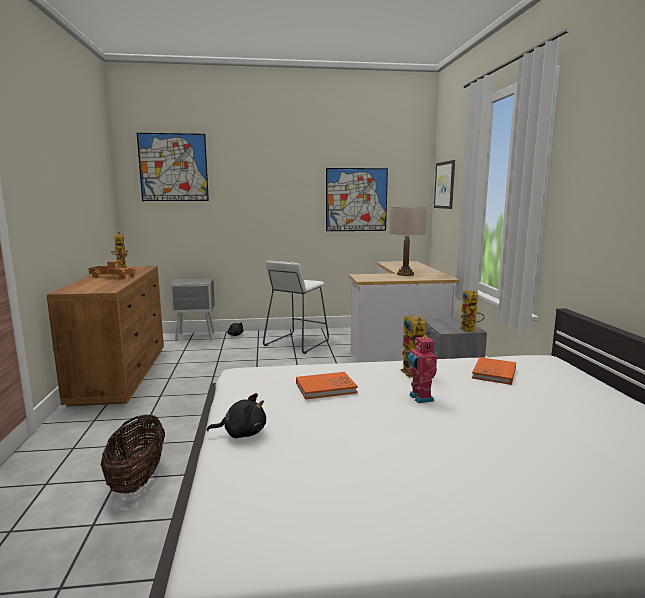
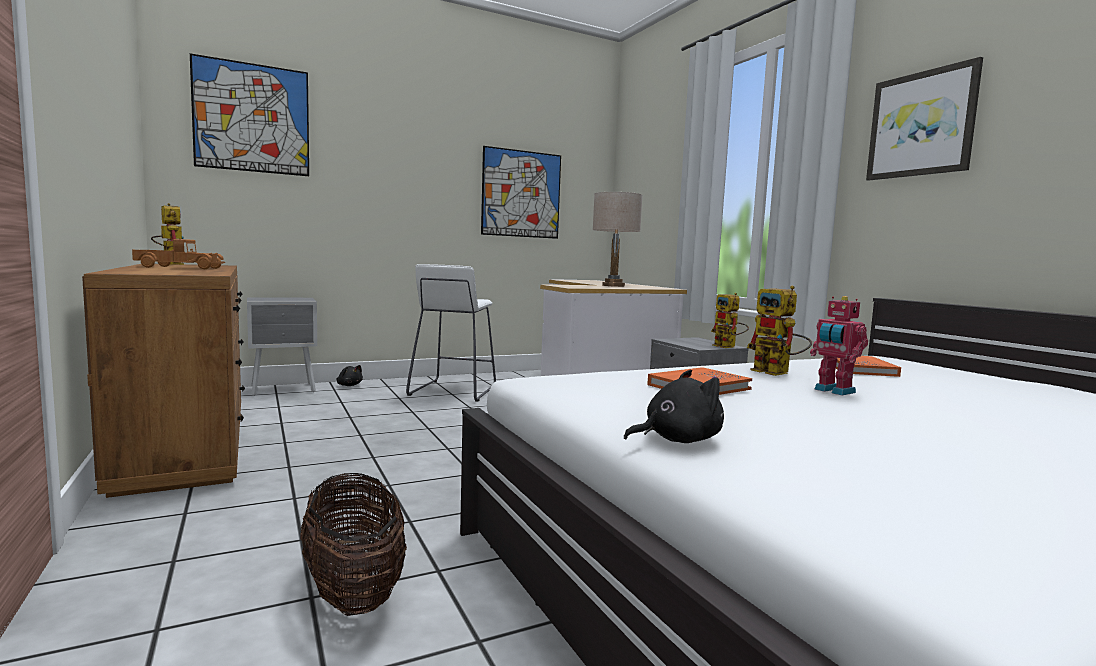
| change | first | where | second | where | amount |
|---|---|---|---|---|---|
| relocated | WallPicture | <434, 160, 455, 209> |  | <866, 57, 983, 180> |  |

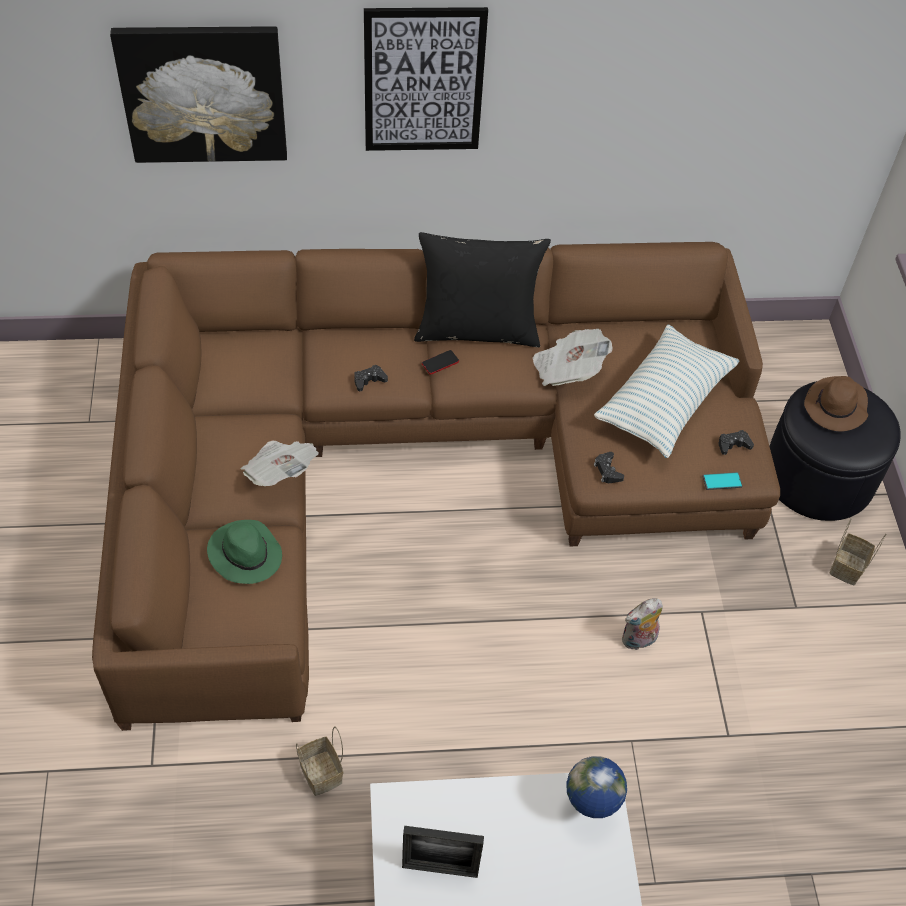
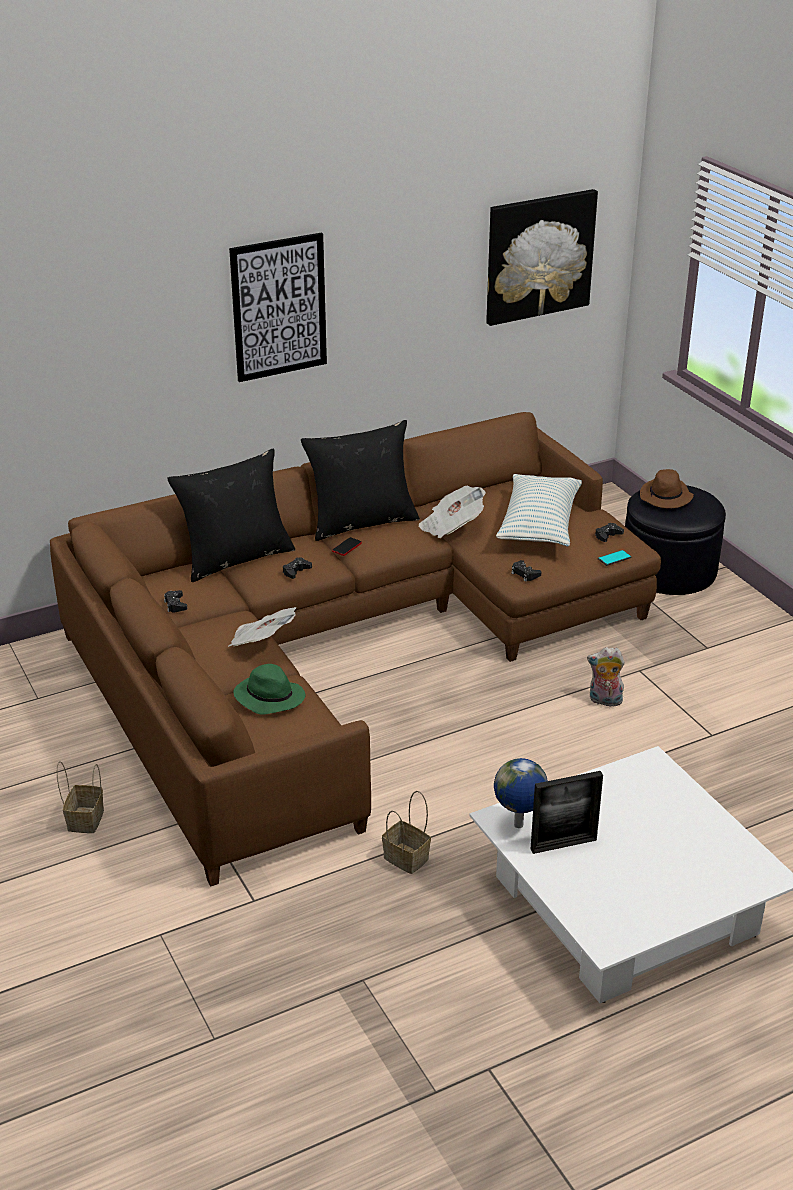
| change | first | where | second | where | amount |
|---|---|---|---|---|---|
| relocated | HouseholdBasket | <830, 518, 886, 586> |  | <57, 761, 104, 833> |  |
| appeared |  |  | BlackishGamepad | <164, 590, 187, 612> |  |
| appeared |  |  | BlackishCushion | <167, 449, 296, 582> |  |
| relocated | WallPicture | <110, 26, 287, 163> |  | <486, 189, 598, 326> |  |
| relocated | DeskGlobe | <566, 756, 627, 818> |  | <494, 758, 548, 828> |  |
| spun | PlushToy | <622, 598, 663, 650> |  | <587, 647, 625, 706> | 60 degrees clockwise |

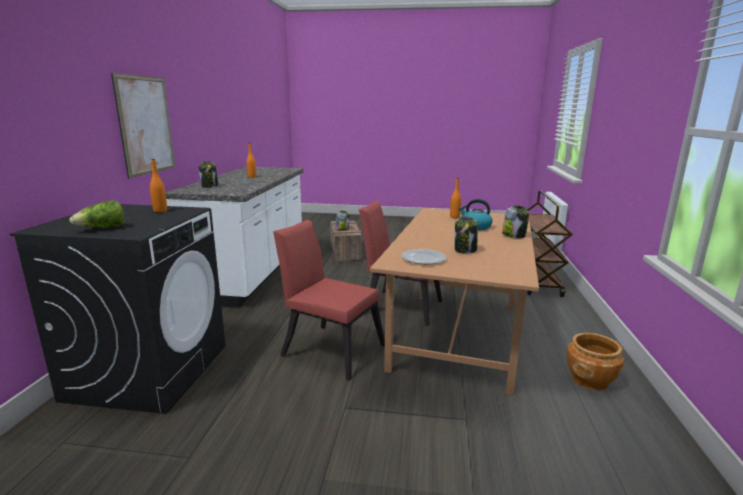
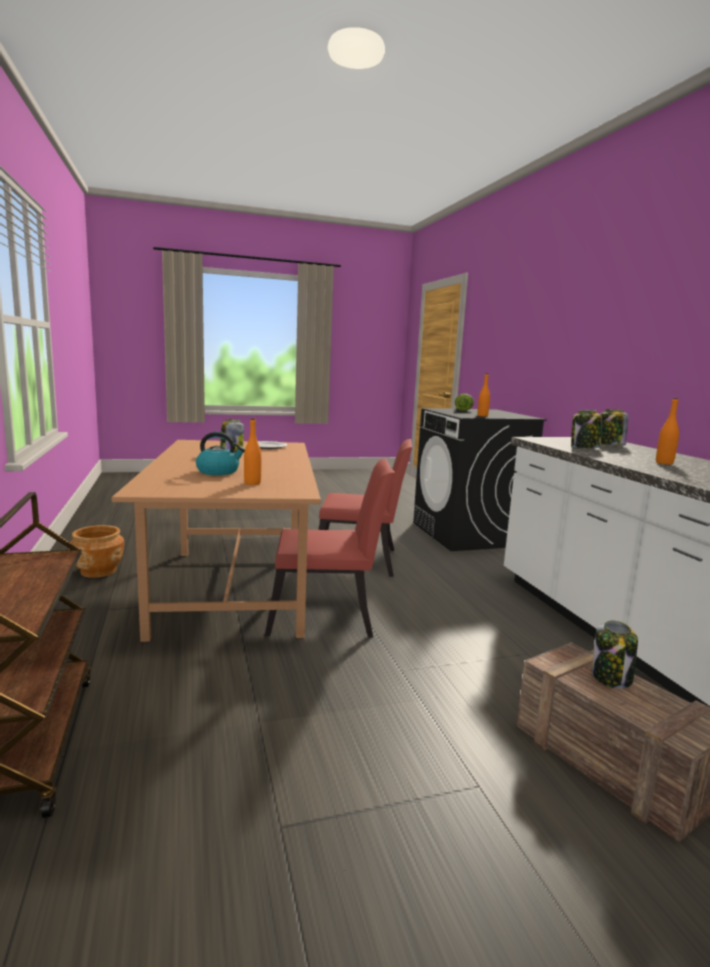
| change | first | where | second | where | amount |
|---|---|---|---|---|---|
| relocated | StorageJar | <502, 205, 530, 238> |  | <571, 410, 602, 448> |  |
| missing | WallPicture | <111, 73, 175, 178> |  |  |  |

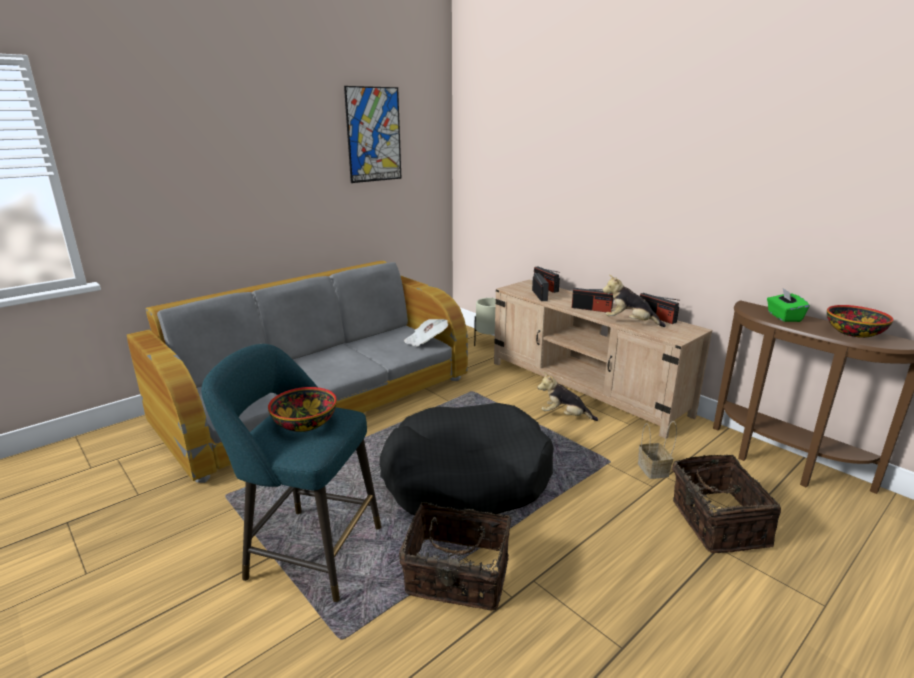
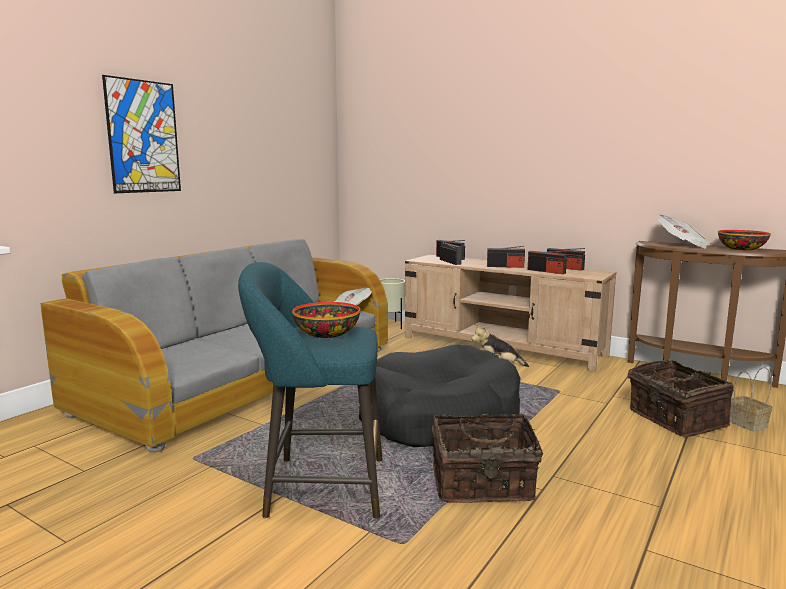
| change | first | where | second | where | amount |
|---|---|---|---|---|---|
| relocated | WallPicture | <344, 86, 401, 183> |  | <102, 75, 181, 193> |  |
| exchanged | PlushToy | <602, 274, 666, 327> | Radio | <528, 251, 567, 274> |  |
| exchanged | GreenColouredBoxOfTissues | <767, 288, 809, 322> | Newspaper | <658, 214, 710, 249> |  |
| relocated | HouseholdBasket | <638, 421, 677, 479> |  | <730, 367, 772, 432> |  |

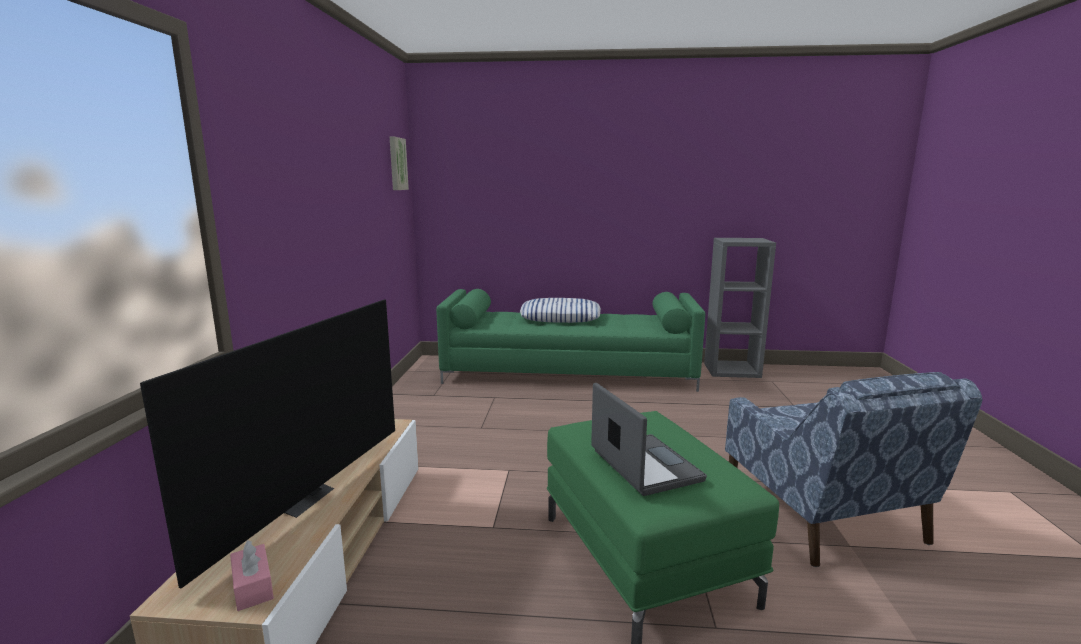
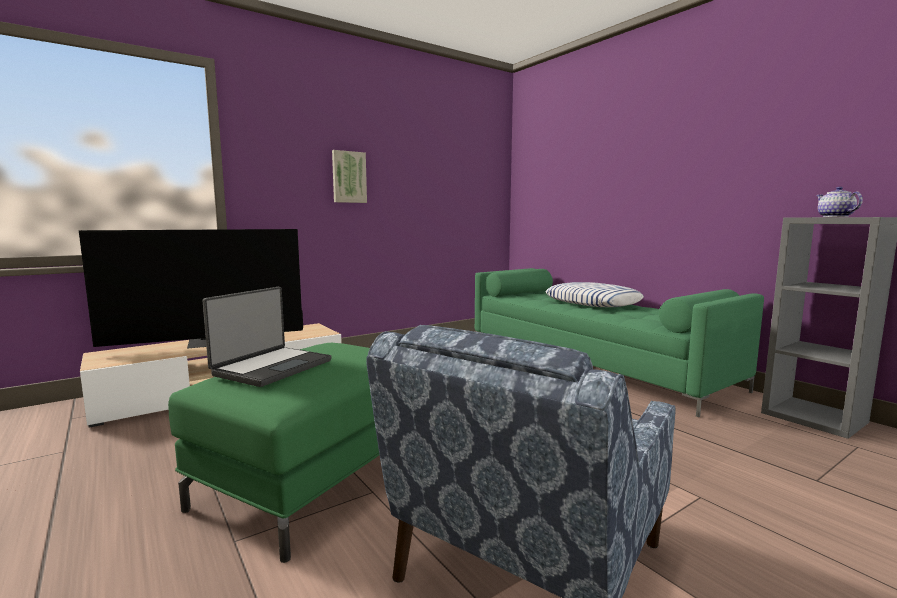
| change | first | where | second | where | amount |
|---|---|---|---|---|---|
| relocated | WallPicture | <390, 137, 409, 190> |  | <332, 150, 367, 203> |  |
| appeared |  |  | Teapot | <816, 187, 863, 217> |  |
| missing | PinkBoxOfTissues | <230, 540, 274, 611> |  |  |  |

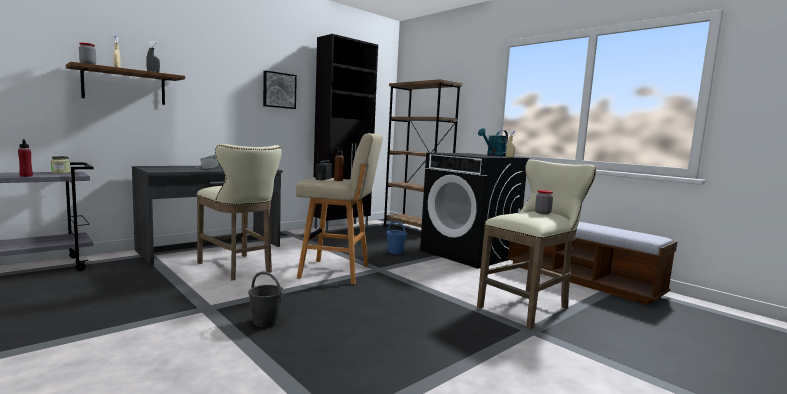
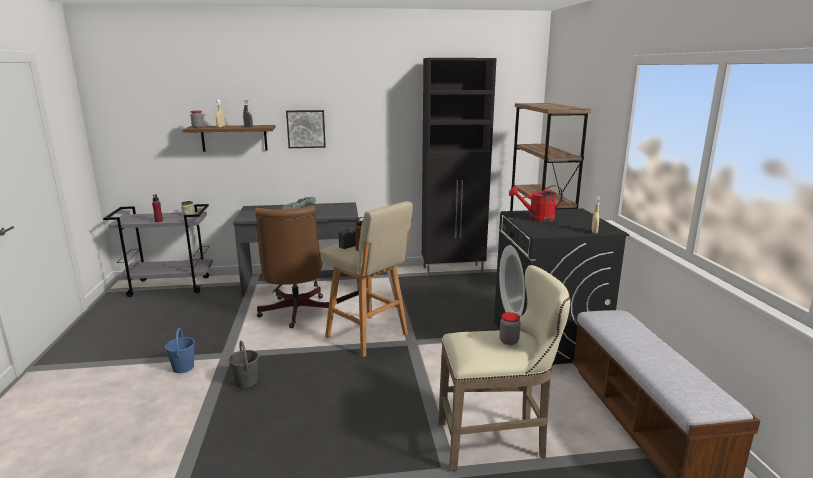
| change | first | where | second | where | amount |
|---|---|---|---|---|---|
| relocated | BlueColouredPail | <386, 221, 407, 254> |  | <165, 328, 195, 373> |  |
| exchanged | SandColouredStoolSeat | <197, 144, 282, 280> | BrownColouredDeskChair | <255, 206, 329, 328> |  |
| relocated | WallPicture | <263, 70, 297, 109> |  | <286, 110, 326, 148> |  |
| appeared |  |  | RedColouredWateringCan | <509, 185, 563, 222> |  |
| missing | TurquoiseWateringCan | <478, 128, 508, 157> |  |  |  |

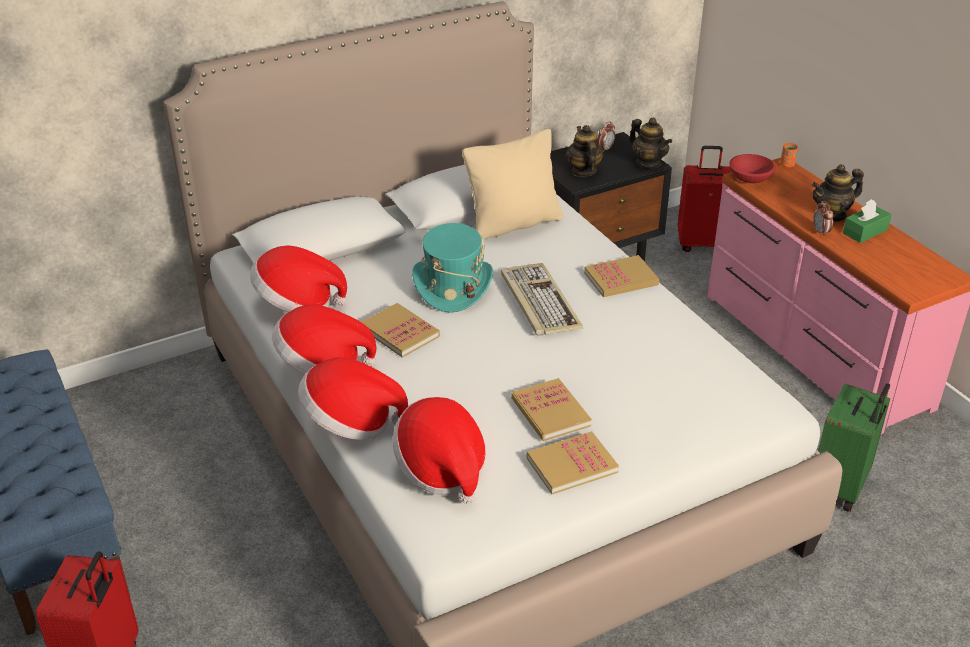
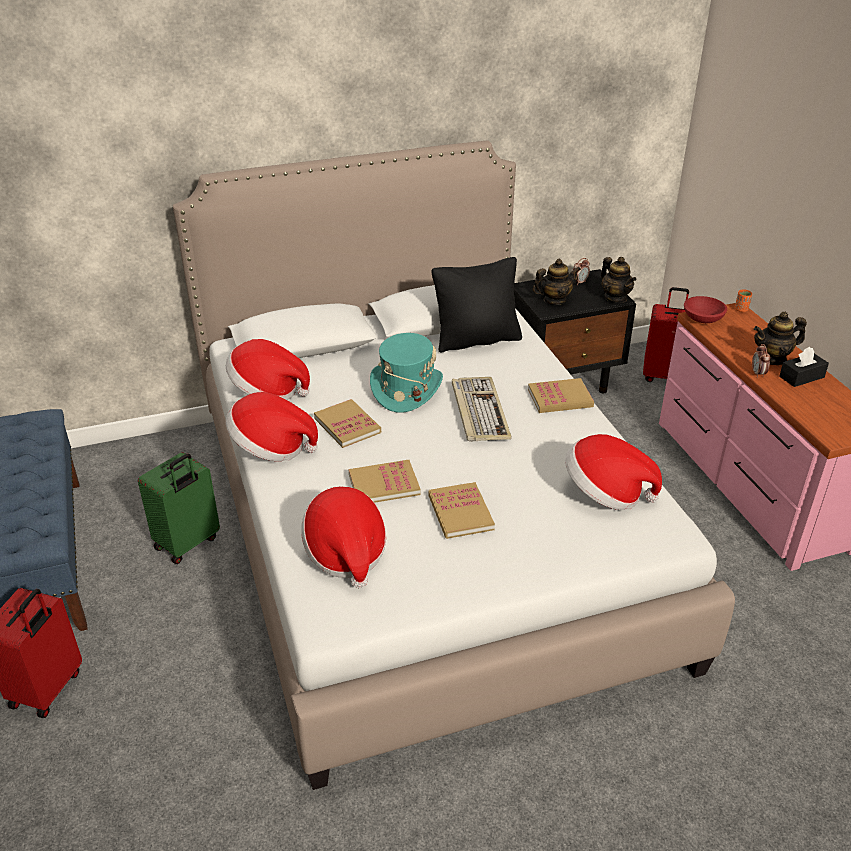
| change | first | where | second | where | amount |
|---|---|---|---|---|---|
| relocated | GreenColouredPieceOfLuggage | <819, 383, 890, 512> |  | <138, 452, 220, 564> |  |
| relocated | Book | <526, 431, 619, 494> |  | <348, 460, 420, 503> |  |
| colour | SandColouredCushion | <462, 129, 563, 240> | BlackishCushion | <432, 257, 522, 352> |  |
| spun | Teapot | <566, 125, 604, 177> |  | <532, 259, 581, 305> | 75 degrees clockwise |
| relocated | WearableHat | <298, 357, 408, 440> |  | <565, 434, 662, 510> |  |
| colour | GreenColouredBoxOfTissues | <843, 199, 892, 243> | BlackishBoxOfTissues | <779, 347, 829, 387> |  |

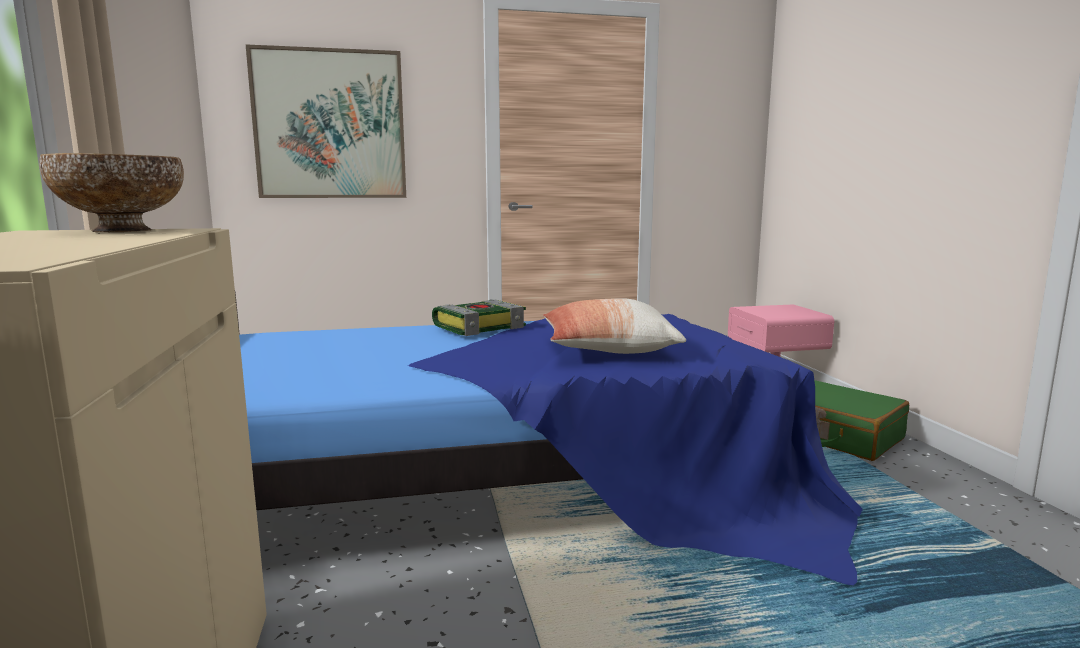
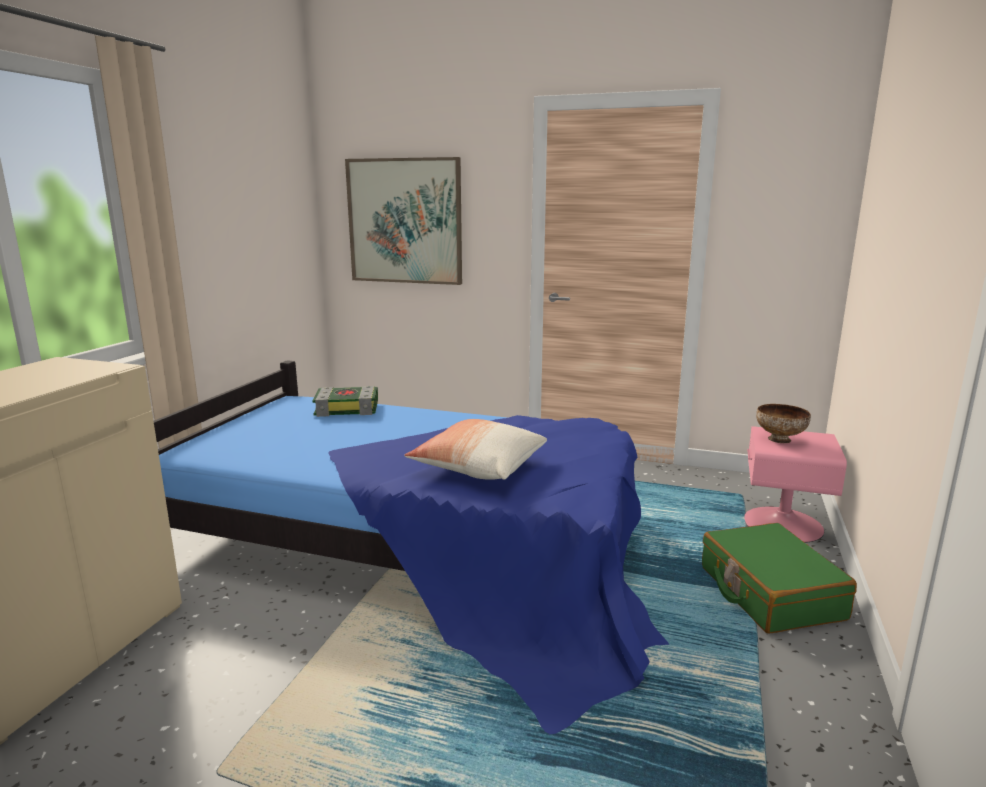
| change | first | where | second | where | amount |
|---|---|---|---|---|---|
| relocated | Book | <432, 299, 526, 336> |  | <312, 386, 378, 417> |  |
| relocated | DeepDish | <39, 153, 184, 232> |  | <756, 404, 811, 443> |  |

